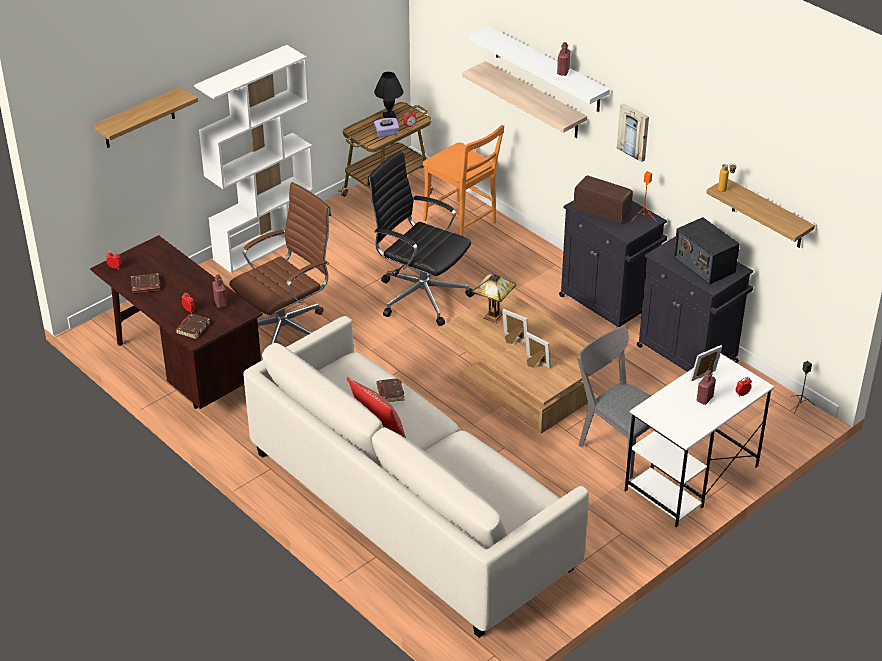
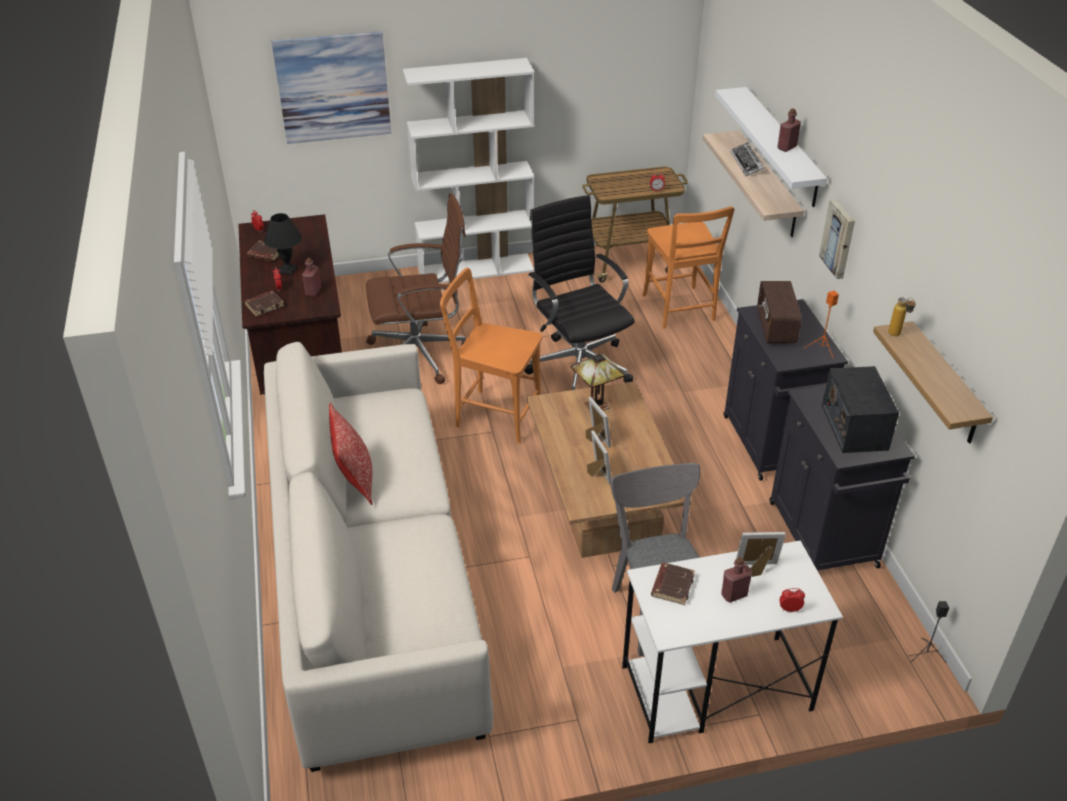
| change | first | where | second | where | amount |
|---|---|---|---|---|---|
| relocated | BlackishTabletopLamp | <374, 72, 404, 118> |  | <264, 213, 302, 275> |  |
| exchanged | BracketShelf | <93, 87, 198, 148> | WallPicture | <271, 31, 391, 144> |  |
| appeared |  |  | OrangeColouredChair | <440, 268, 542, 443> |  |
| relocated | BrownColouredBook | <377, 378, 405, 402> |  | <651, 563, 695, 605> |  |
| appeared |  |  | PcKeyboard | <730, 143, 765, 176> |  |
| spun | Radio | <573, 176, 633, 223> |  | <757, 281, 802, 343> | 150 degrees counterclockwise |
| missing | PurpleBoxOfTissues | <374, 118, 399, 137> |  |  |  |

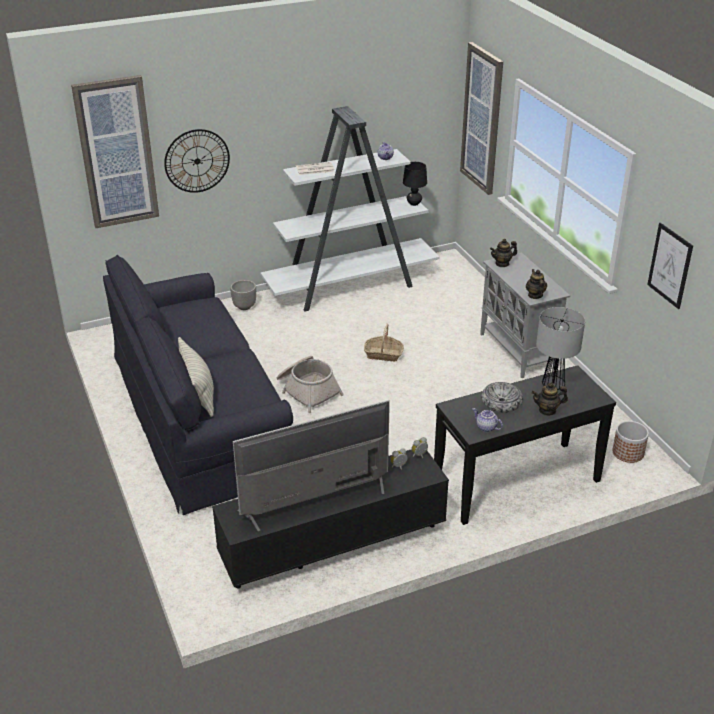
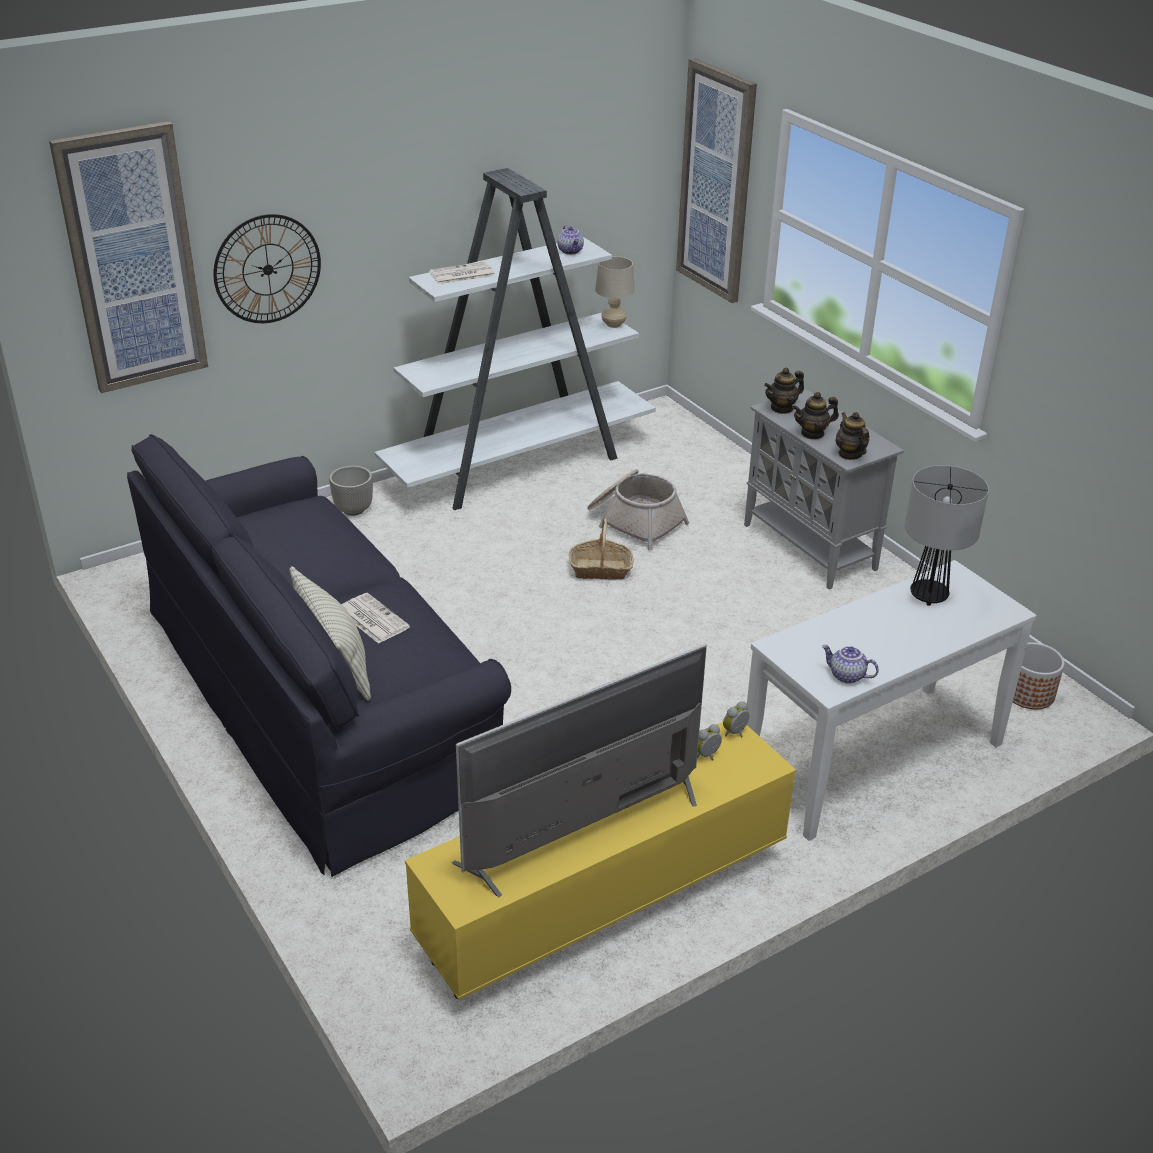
| change | first | where | second | where | amount |
|---|---|---|---|---|---|
| appeared |  |  | Newspaper | <342, 593, 410, 644> |  |
| colour | BlackishTvUnit | <212, 449, 449, 589> | YellowColouredTvUnit | <405, 722, 796, 1000> |  |
| relocated | HouseholdBasket | <277, 356, 344, 413> |  | <587, 469, 689, 550> |  |
| colour | BlackishTabletopLamp | <403, 162, 427, 206> | SandColouredTabletopLamp | <595, 256, 635, 328> |  |
| colour | BlackishNarrowTable | <434, 365, 616, 525> | WhitishNarrowTable | <747, 560, 1036, 841> |  |
| relocated | Teapot | <532, 383, 568, 416> |  | <792, 392, 839, 439> |  |
| missing | DeepDish | <481, 382, 523, 413> |  |  |  |
| missing | WallPicture | <647, 223, 693, 309> |  |  |  |

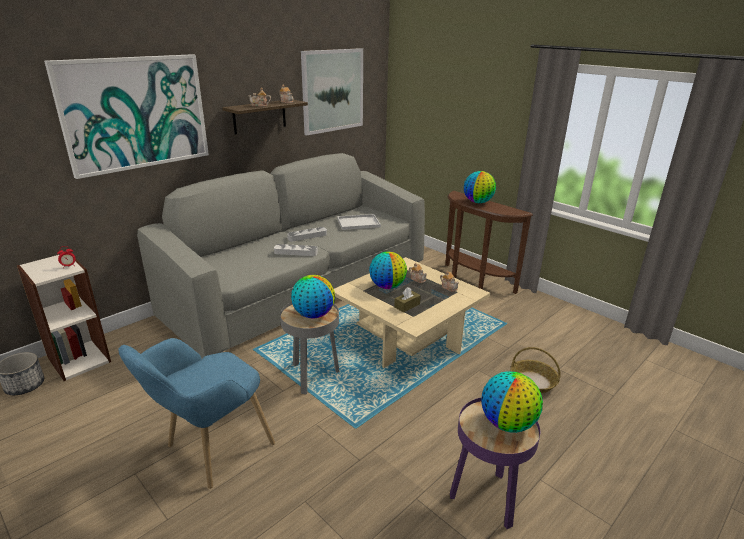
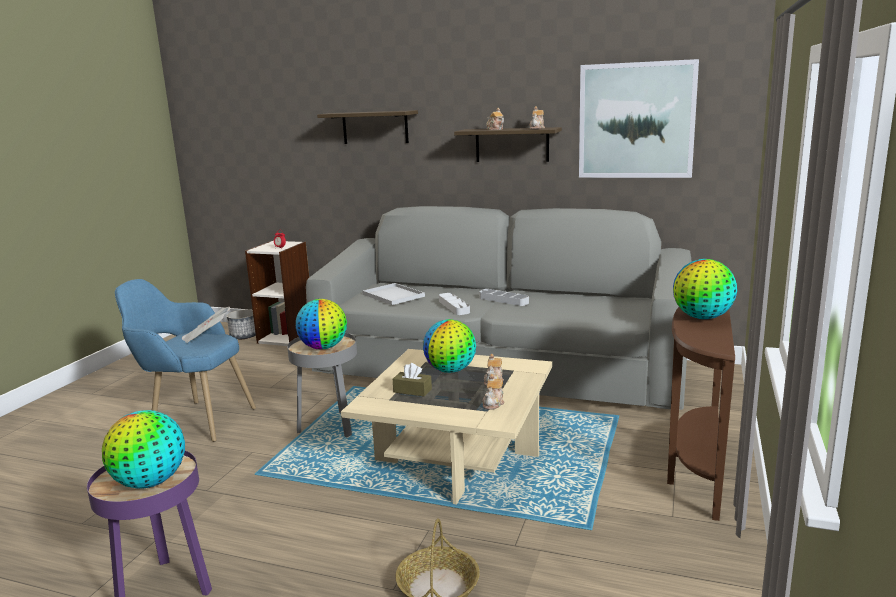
| change | first | where | second | where | amount |
|---|---|---|---|---|---|
| appeared |  |  | Newspaper | <182, 307, 230, 343> |  |
| exchanged | WallPicture | <44, 54, 209, 179> | BracketShelf | <317, 110, 418, 144> |  |
| relocated | WhitishServingTray | <337, 214, 381, 230> |  | <362, 283, 425, 305> |  |

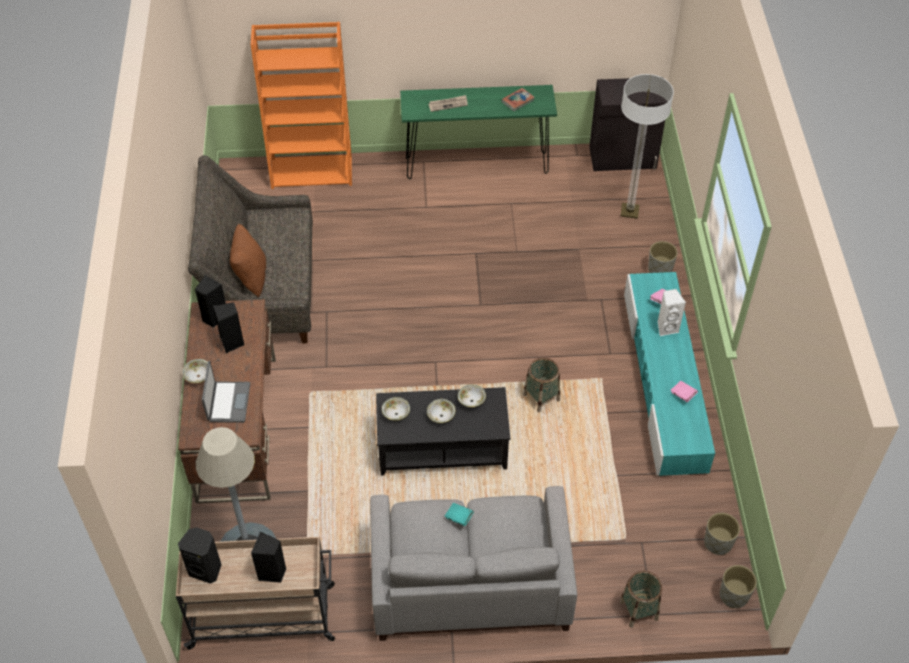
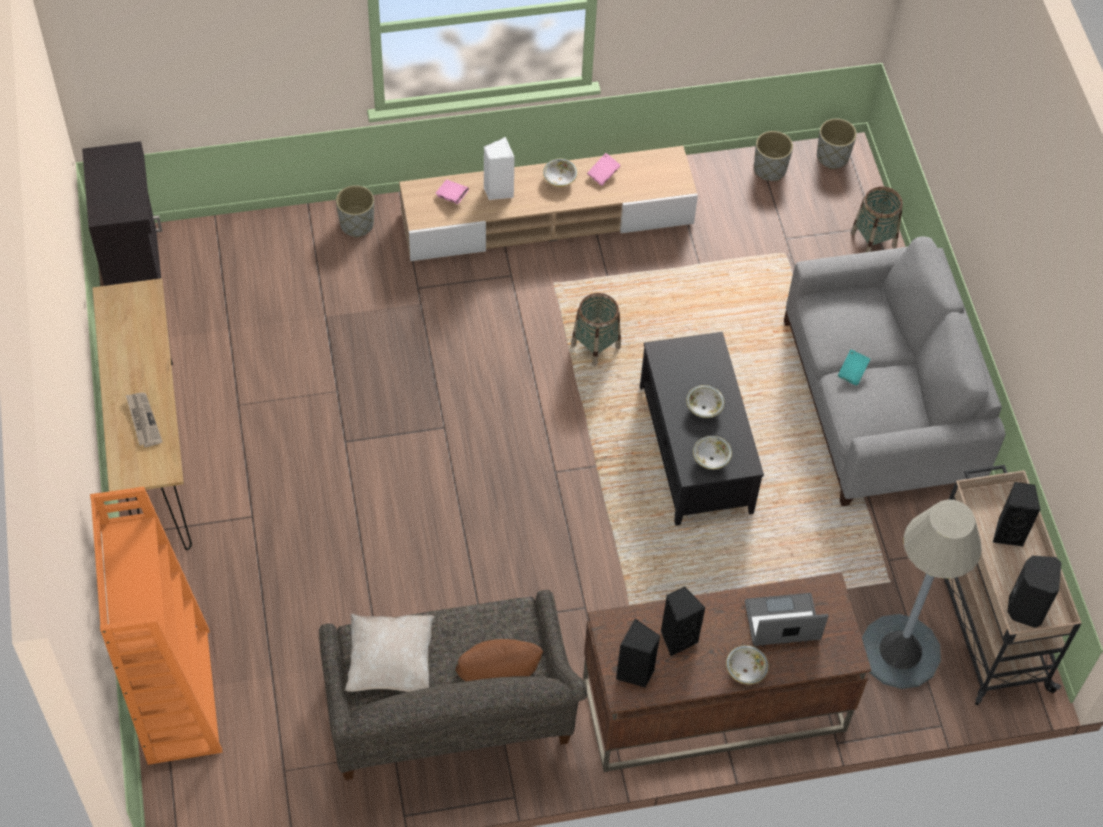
| change | first | where | second | where | amount |
|---|---|---|---|---|---|
| colour | GreenColouredNarrowTable | <400, 85, 557, 179> | BrownColouredNarrowTable | <93, 278, 192, 550> |  |
| appeared |  |  | SandColouredCushion | <345, 614, 435, 692> |  |
| colour | TurquoiseTvUnit | <624, 272, 715, 476> | SandColouredTvUnit | <399, 146, 698, 261> |  |
| relocated | DeepDish | <458, 384, 486, 407> |  | <543, 158, 578, 187> |  |
| missing | Book | <501, 88, 535, 112> |  |  |  |
| missing | StandardLamp | <620, 74, 674, 219> |  |  |  |

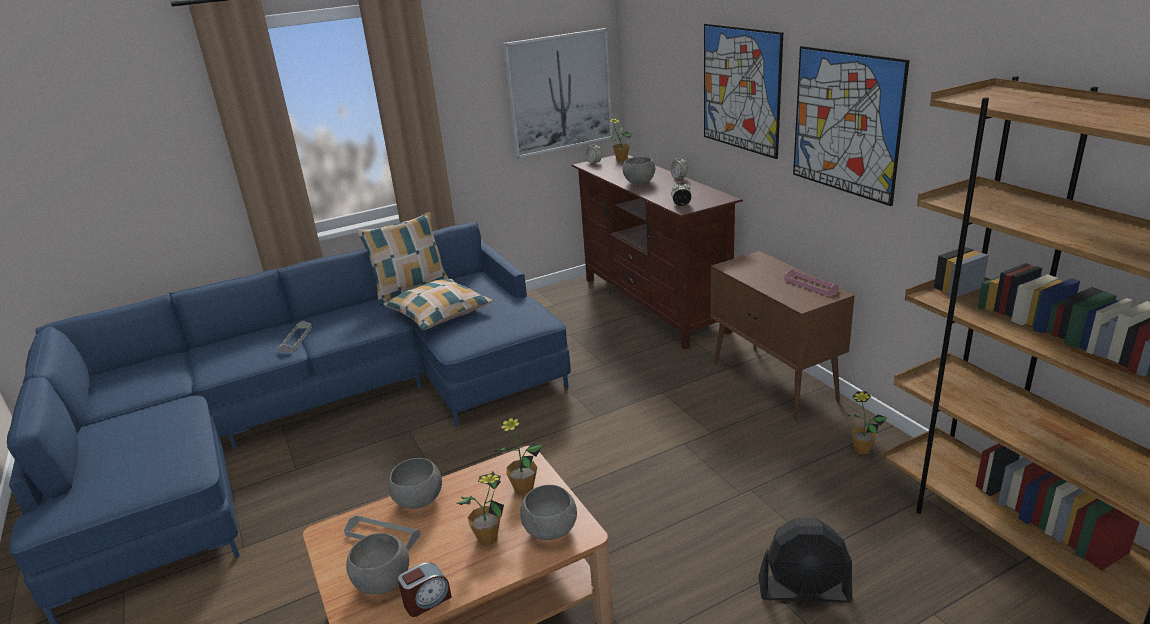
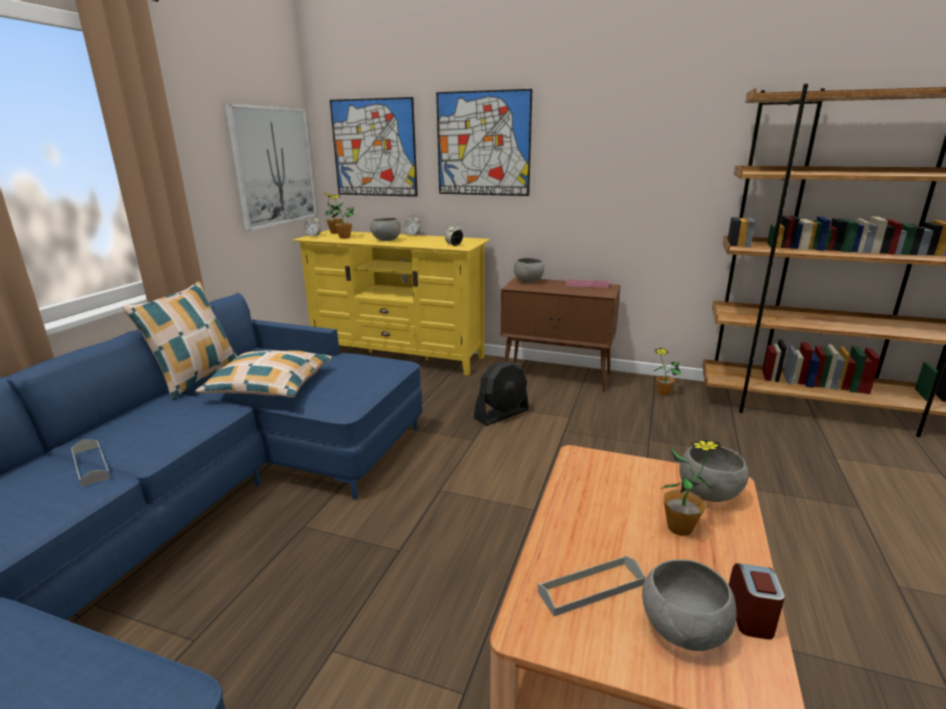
| change | first | where | second | where | amount |
|---|---|---|---|---|---|
| colour | BrownColouredTvUnit | <572, 155, 743, 350> | YellowColouredTvUnit | <293, 230, 490, 376> |  |
| relocated | Houseplant | <495, 417, 543, 495> |  | <329, 195, 354, 239> |  |
| relocated | WallPicture | <793, 46, 910, 206> |  | <330, 97, 418, 197> |  |
| relocated | BlackishCoolingFan | <758, 518, 852, 603> |  | <474, 361, 529, 426> |  |
| relocated | GreyDeepDish | <388, 458, 442, 509> |  | <514, 258, 544, 282> |  |

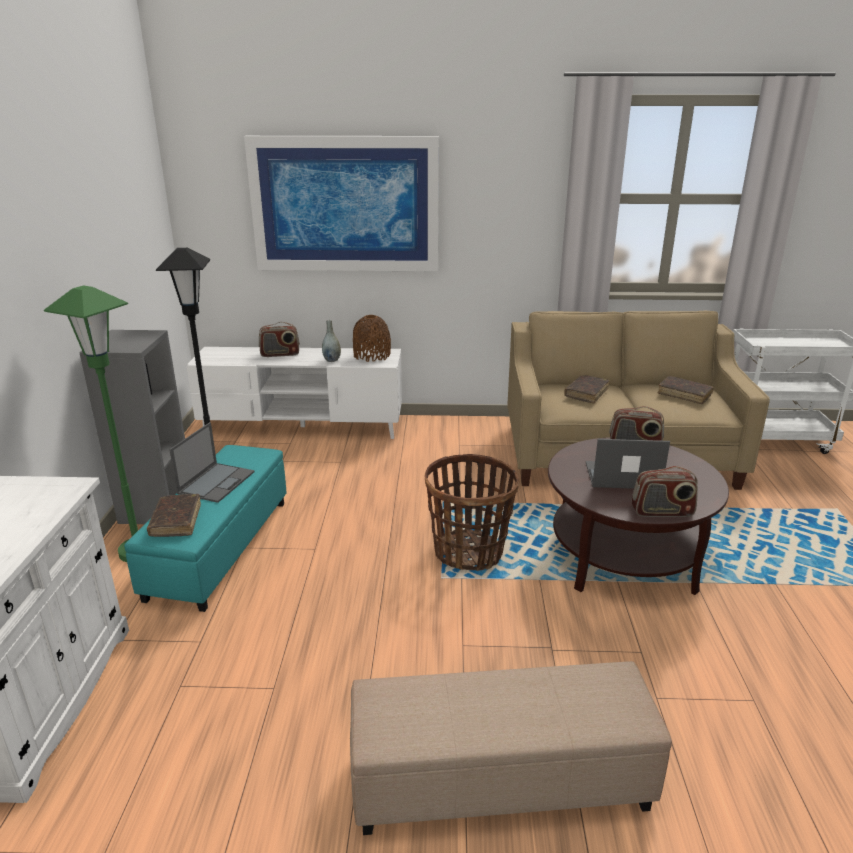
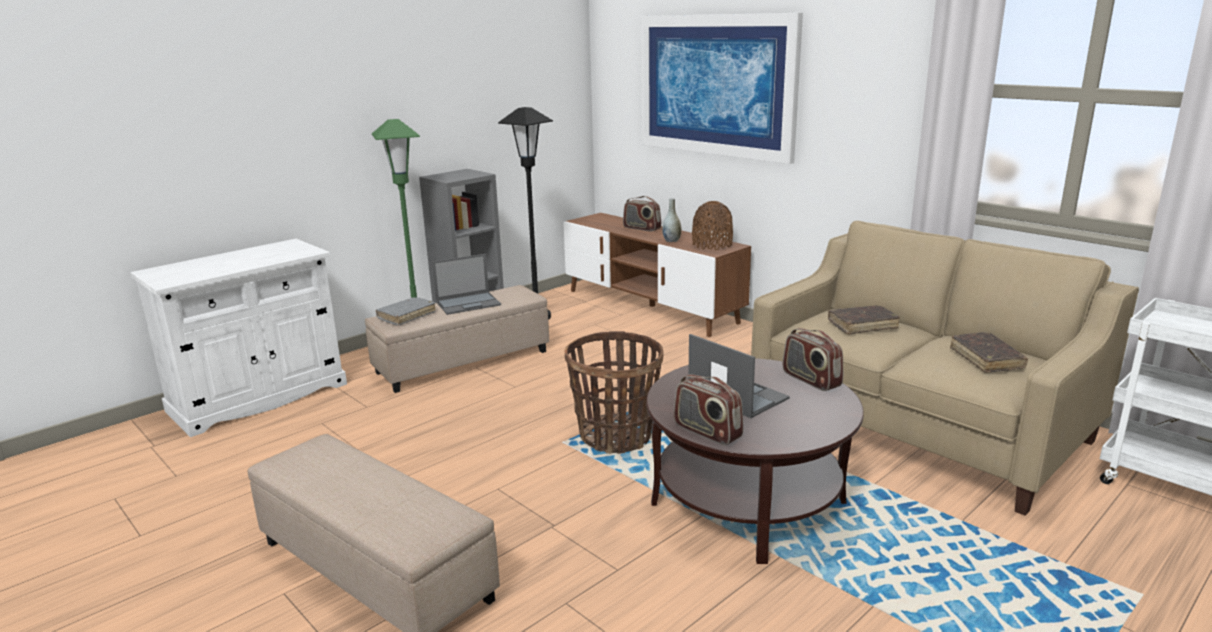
| change | first | where | second | where | amount |
|---|---|---|---|---|---|
| colour | TurquoisePouffe | <124, 445, 287, 612> | SandColouredPouffe | <365, 285, 549, 393> |  |
| colour | BrownColouredBook | <147, 494, 201, 537> | GreyBook | <376, 297, 436, 326> |  |
| colour | WhitishTvUnit | <187, 347, 402, 439> | BrownColouredTvUnit | <563, 213, 751, 337> |  |

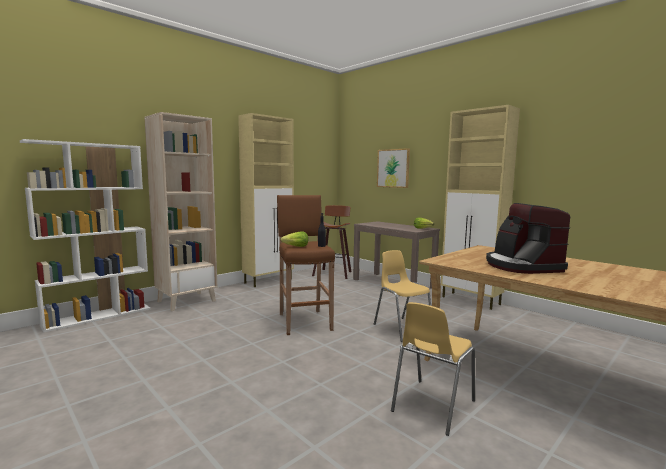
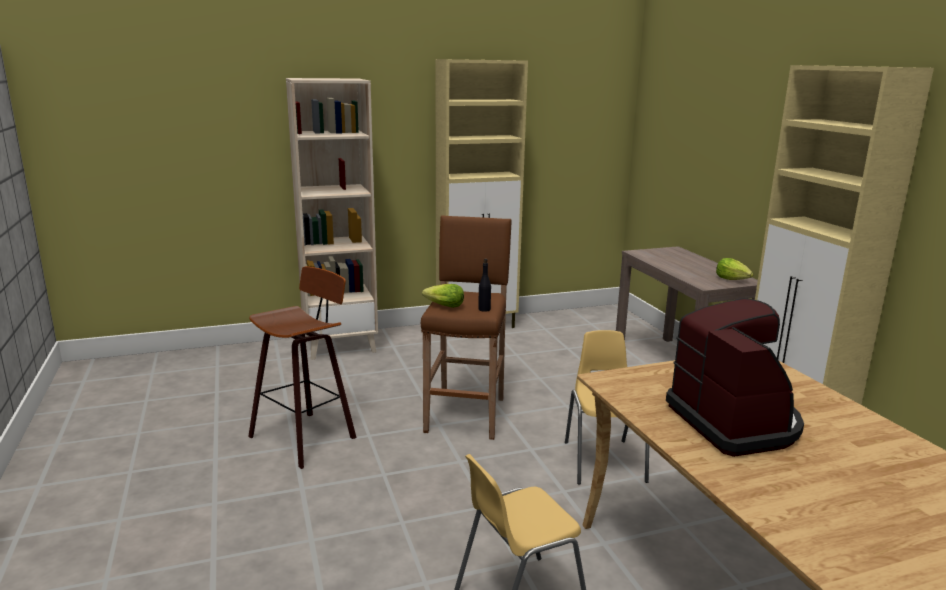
| change | first | where | second | where | amount |
|---|---|---|---|---|---|
| relocated | StoolSeat | <312, 205, 351, 279> |  | <248, 266, 357, 469> |  |
| spun | CoffeeBrewer | <486, 203, 570, 274> |  | <666, 298, 804, 457> | 150 degrees clockwise |
| missing | WhitishBookcase | <20, 139, 150, 333> |  |  |  |
| missing | WallPicture | <377, 148, 410, 188> |  |  |  |

